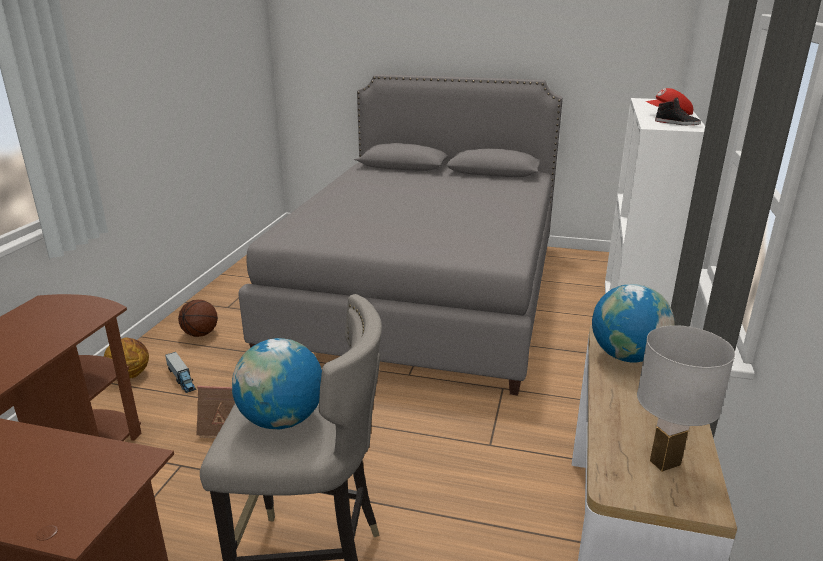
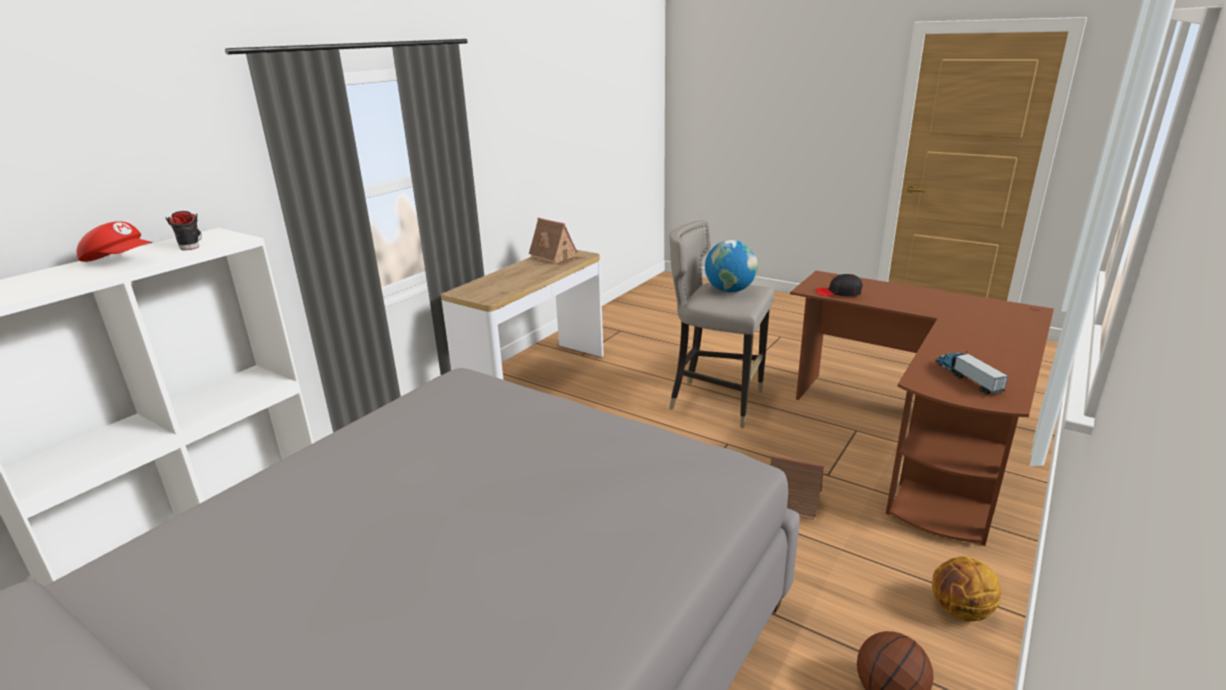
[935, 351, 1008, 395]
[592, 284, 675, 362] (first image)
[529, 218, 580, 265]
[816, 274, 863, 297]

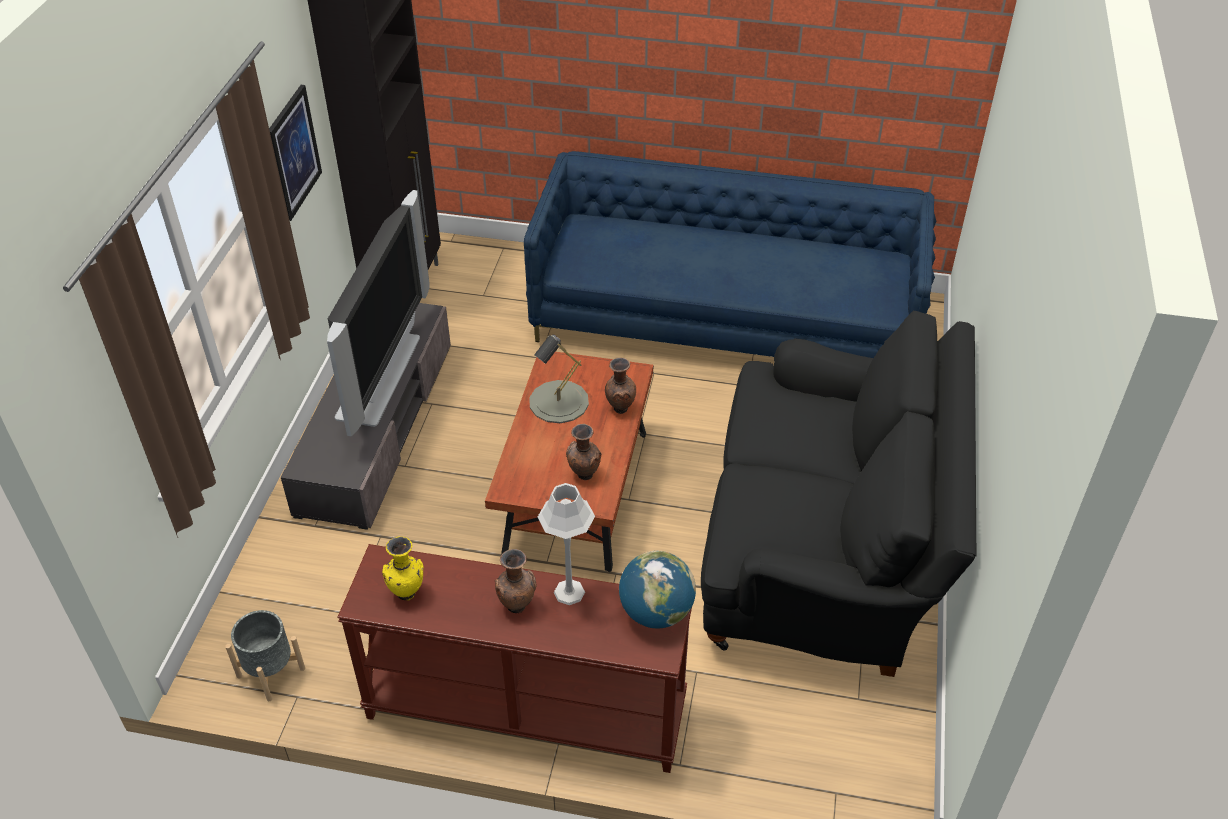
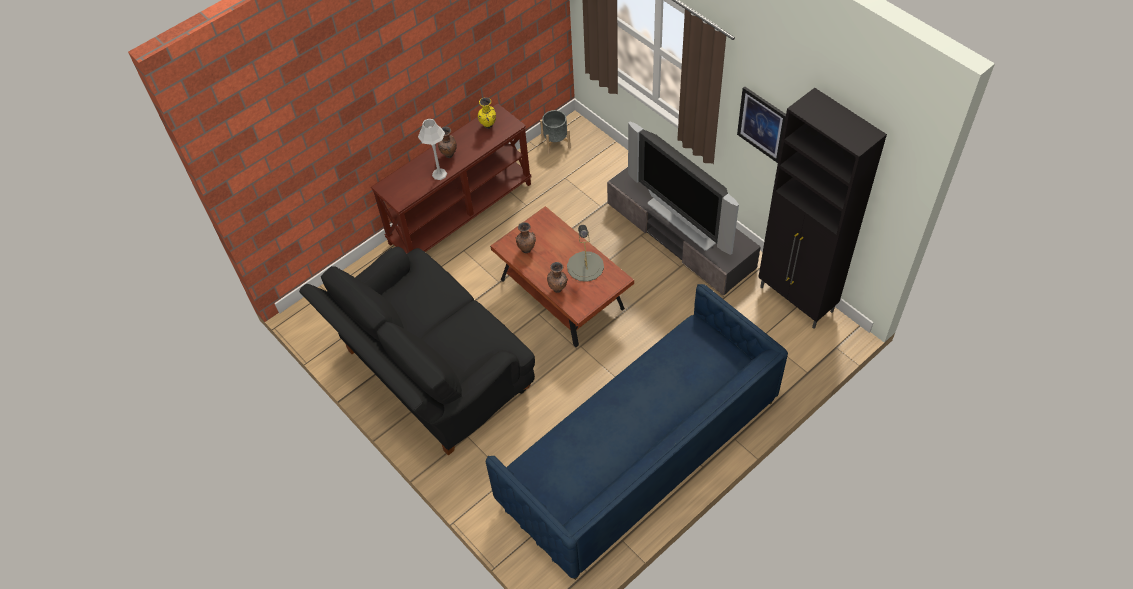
[619, 551, 696, 629] (first image)

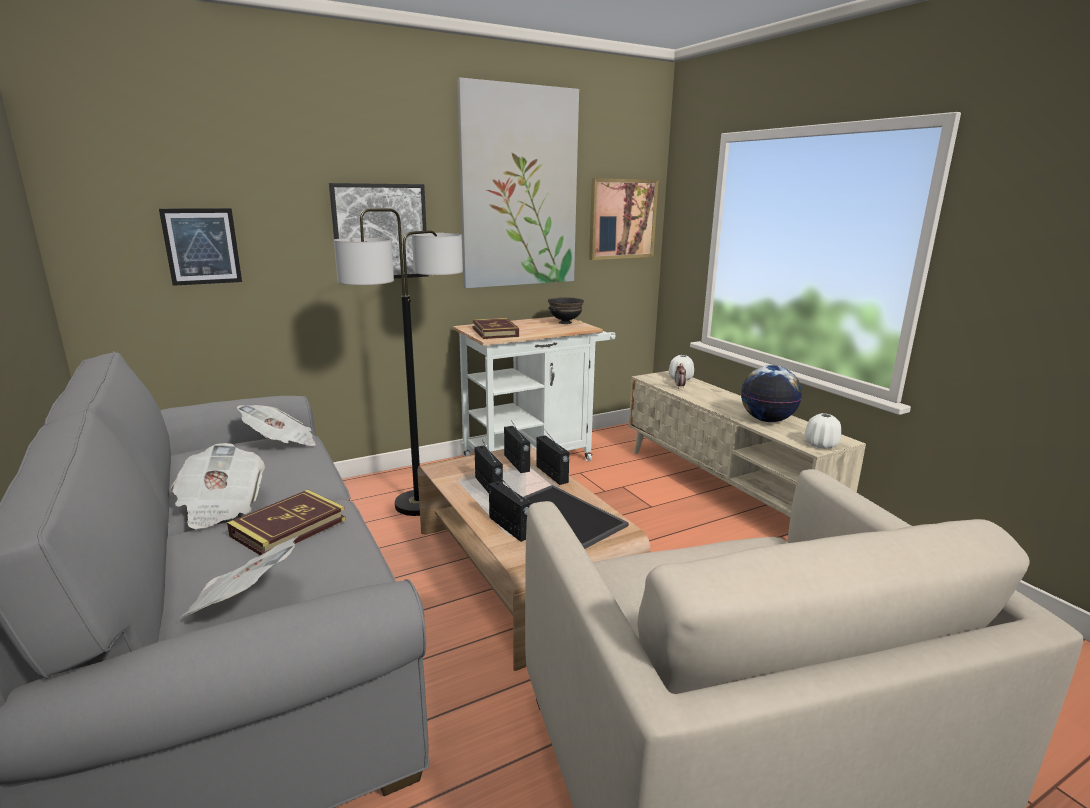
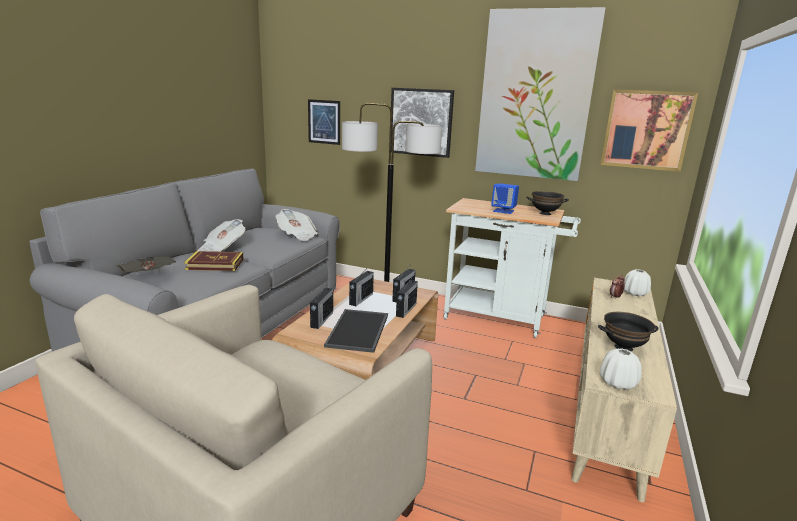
[472, 318, 519, 339] (first image)
[598, 312, 658, 351]
[491, 183, 519, 214]

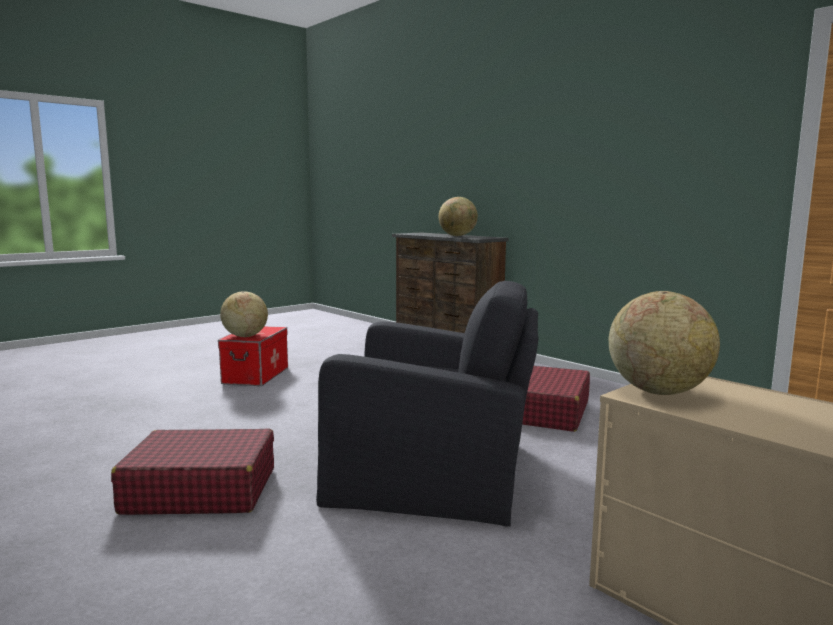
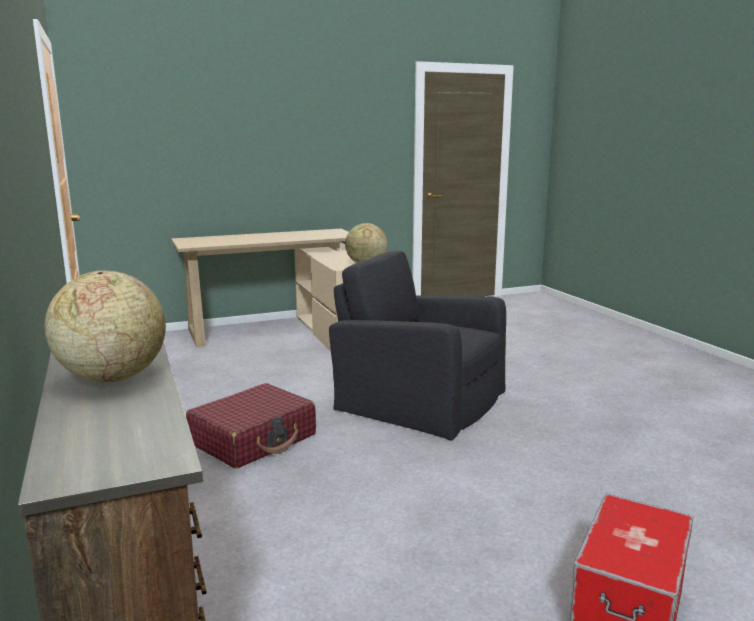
[111, 428, 274, 515] (first image)
[220, 291, 268, 337] (first image)

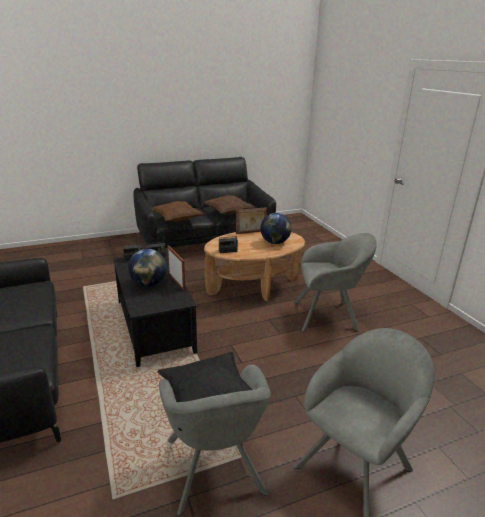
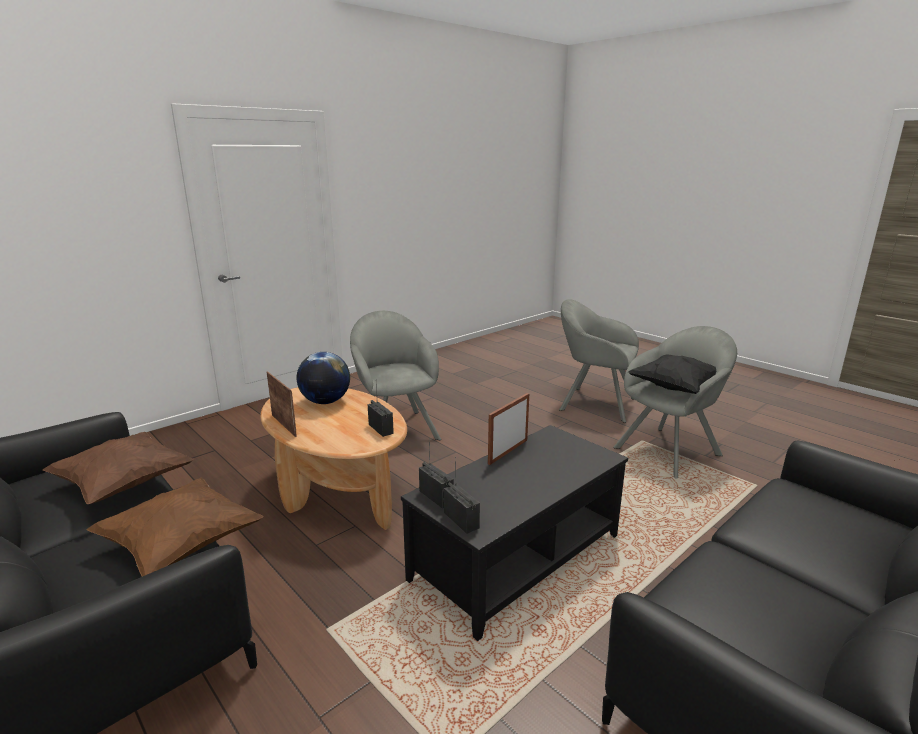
[128, 249, 167, 287] (first image)

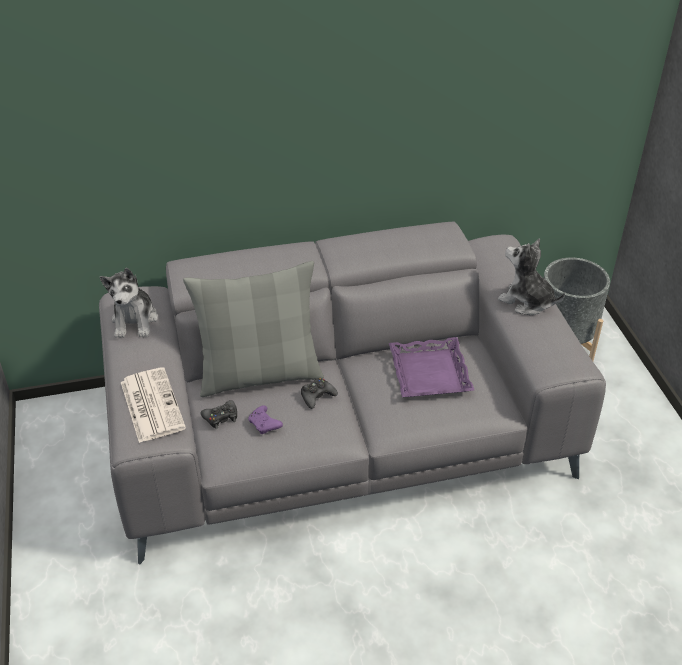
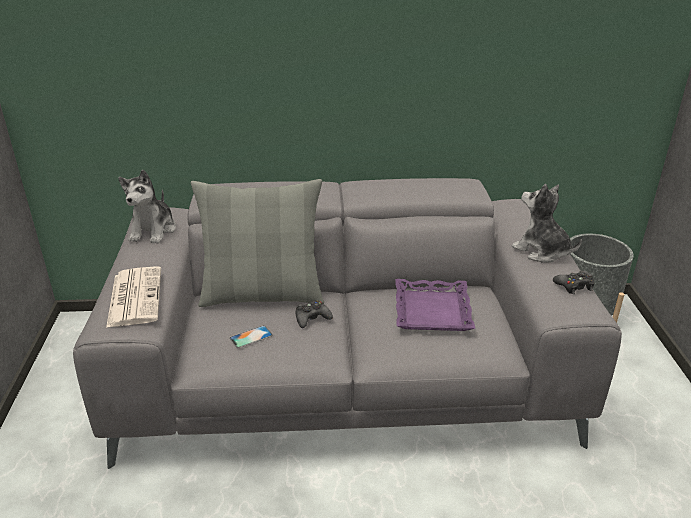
[553, 271, 594, 294]
[230, 325, 273, 348]

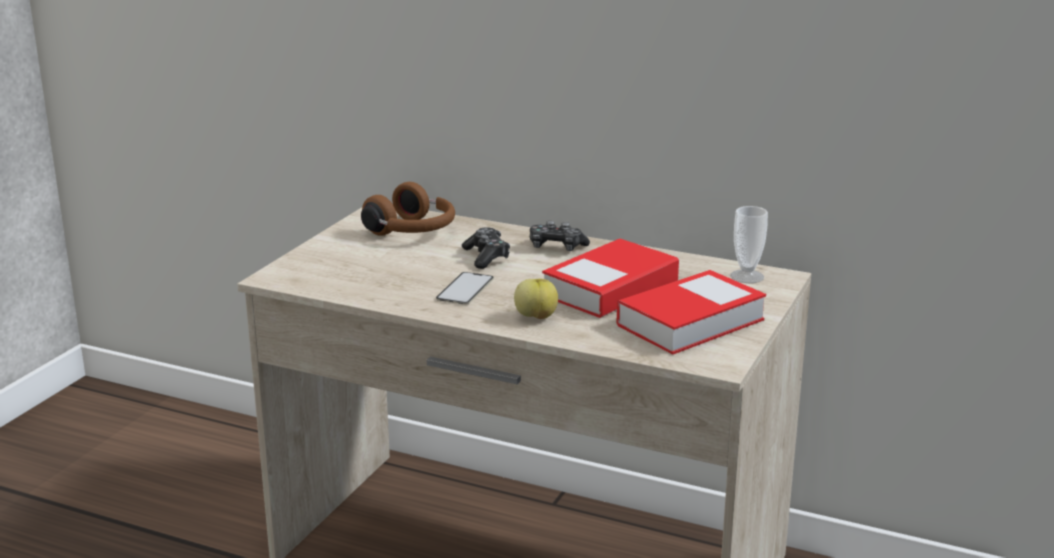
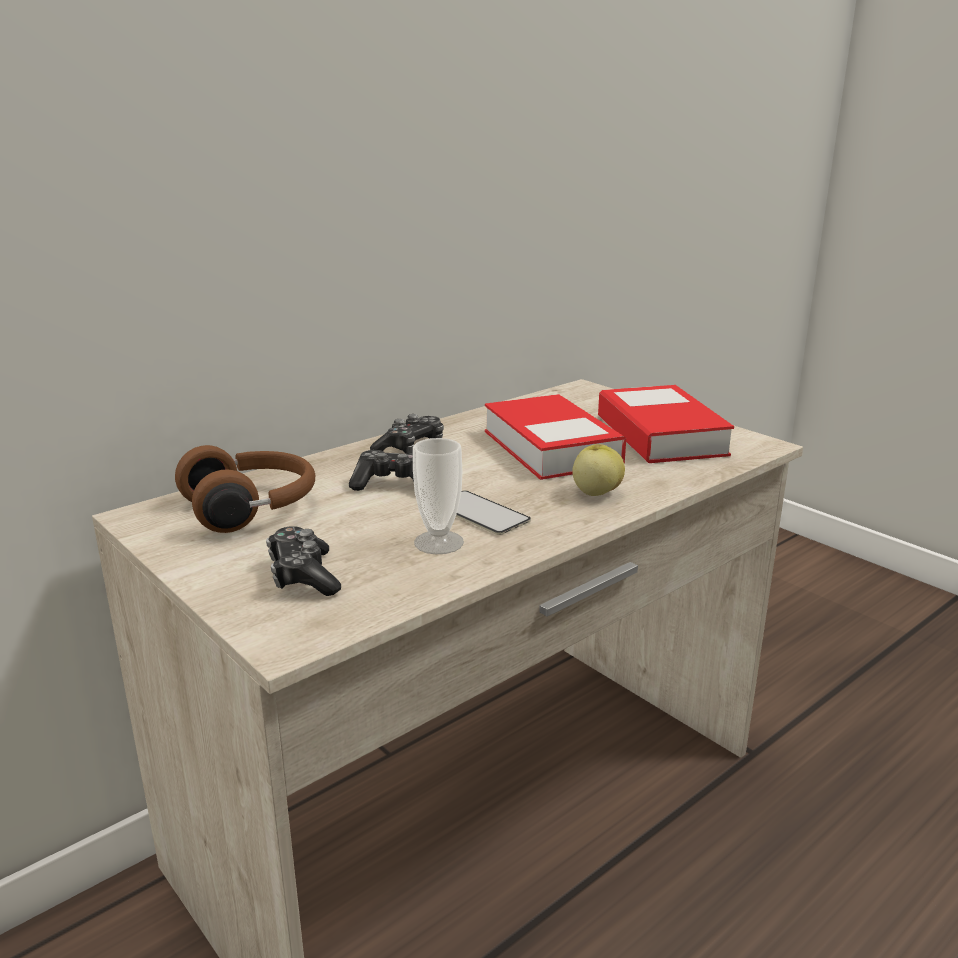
[413, 438, 464, 554]
[266, 526, 341, 596]

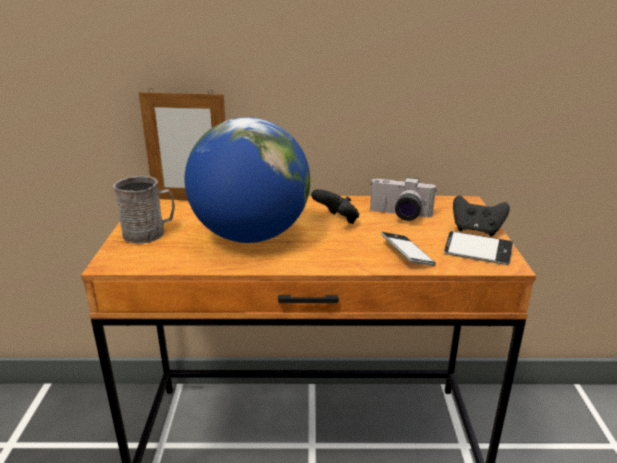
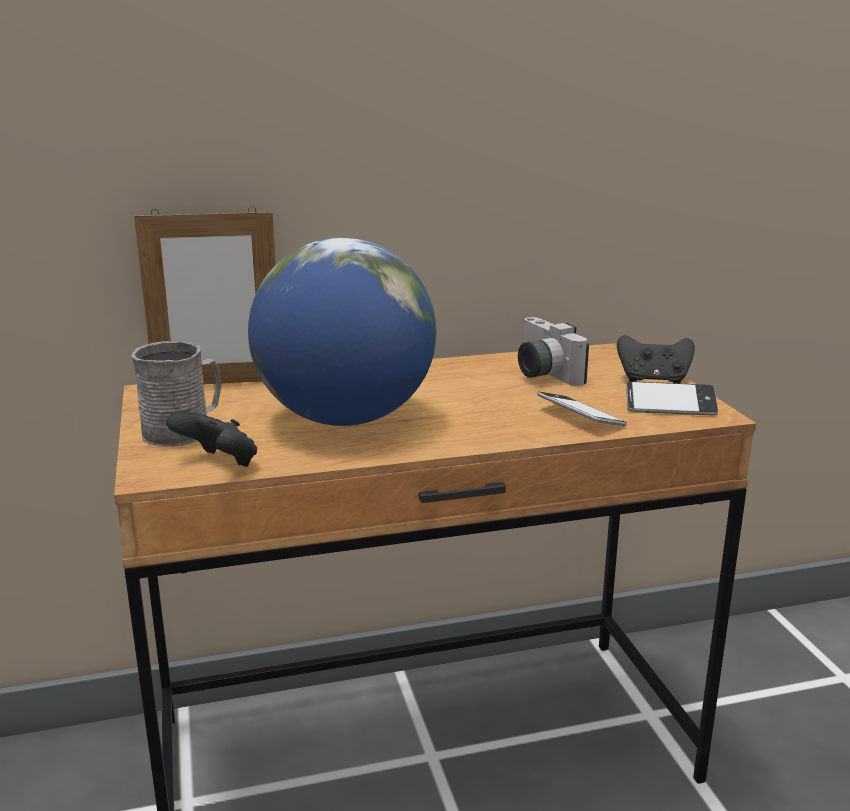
[166, 411, 257, 467]
[518, 317, 589, 386]

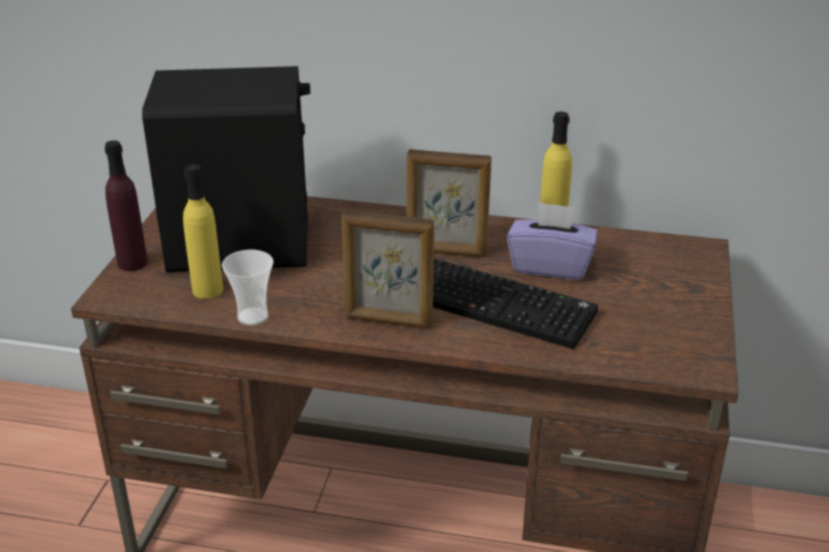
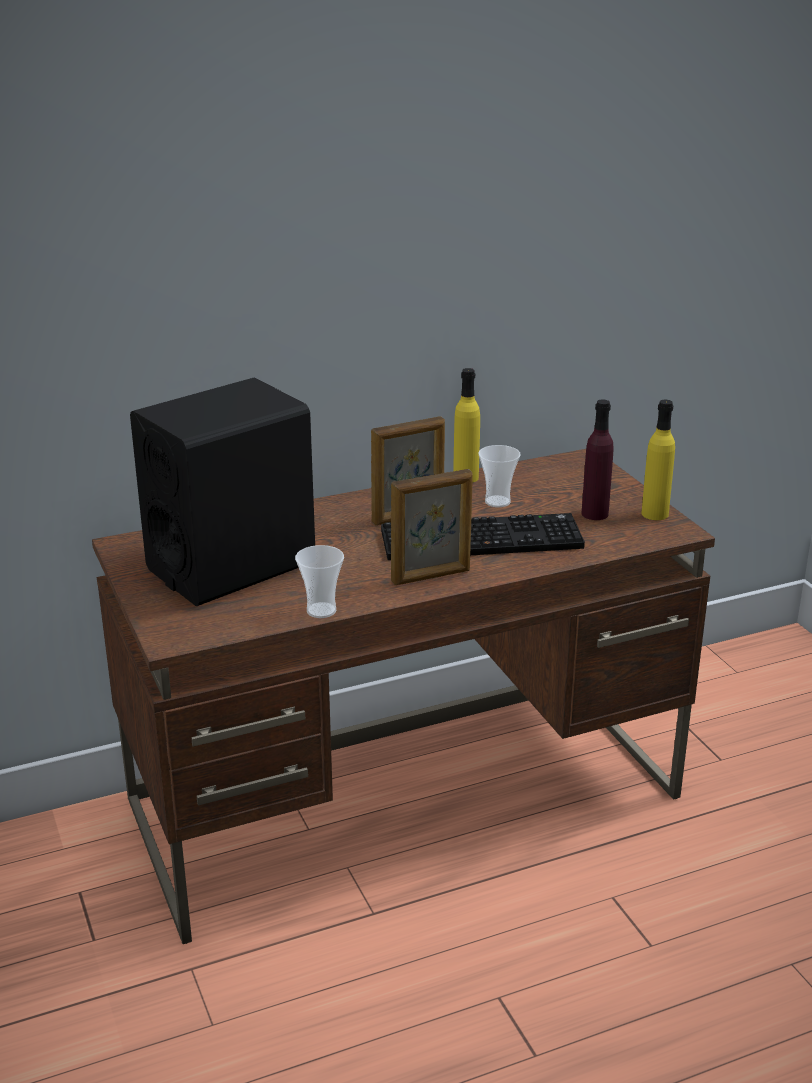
[581, 399, 614, 520]
[641, 400, 675, 520]
[478, 445, 520, 508]

